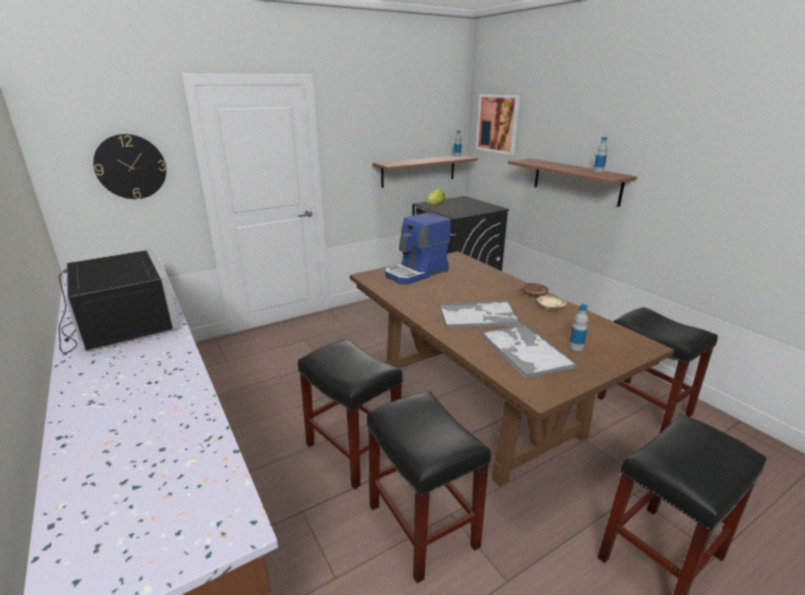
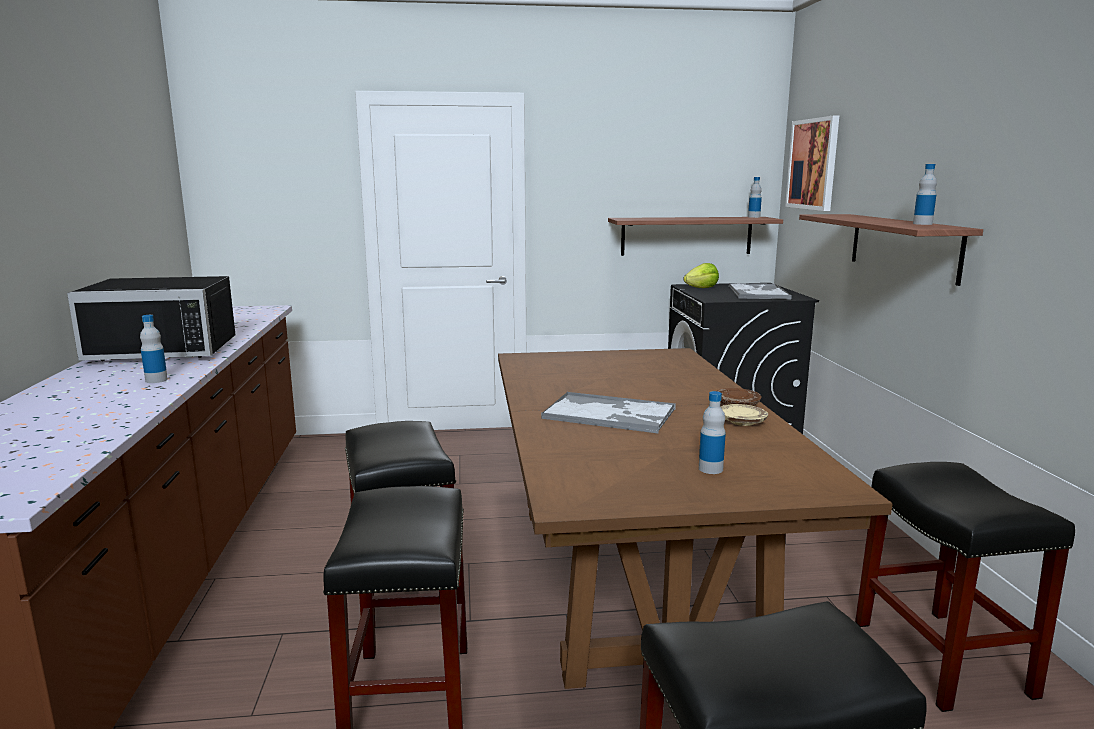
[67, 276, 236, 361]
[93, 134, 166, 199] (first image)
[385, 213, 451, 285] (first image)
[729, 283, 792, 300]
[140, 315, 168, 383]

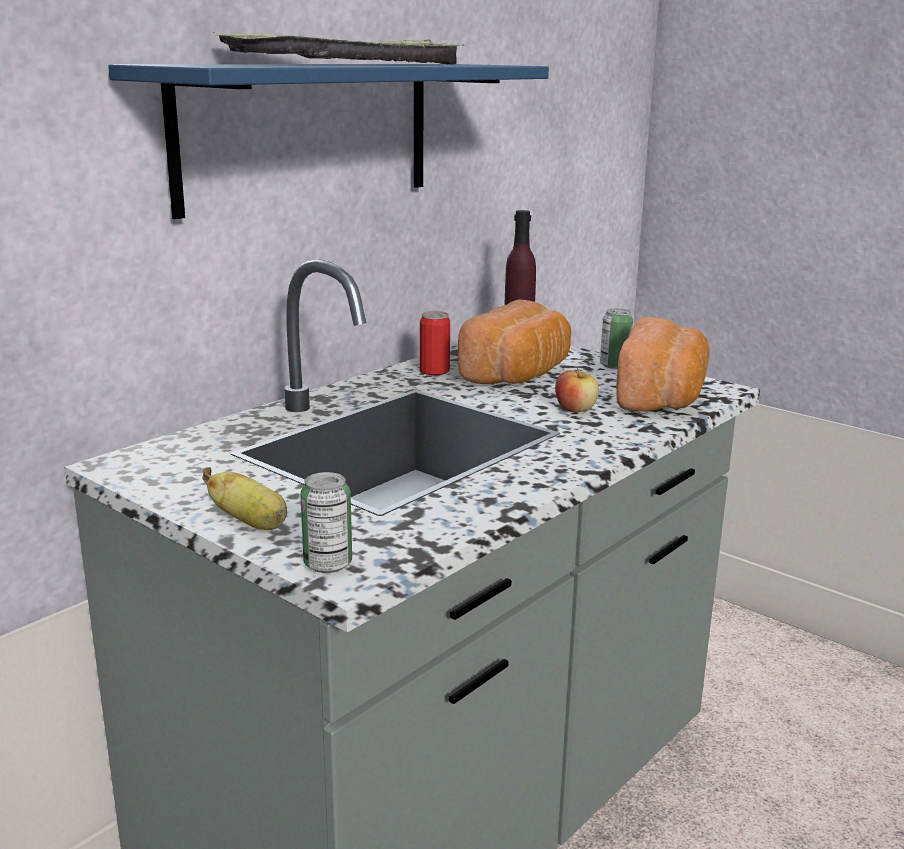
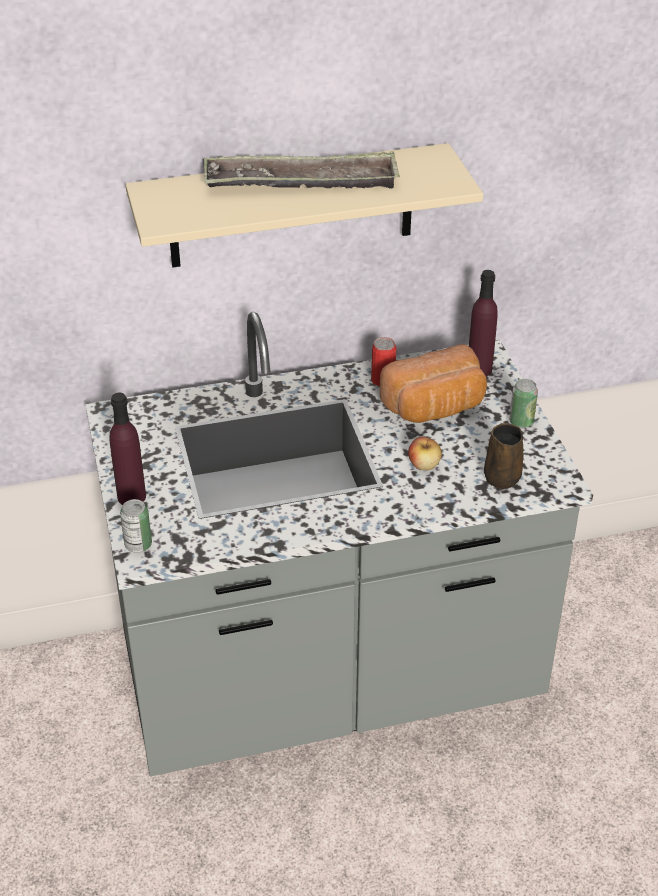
[125, 143, 483, 268]
[109, 393, 146, 505]
[484, 423, 523, 489]

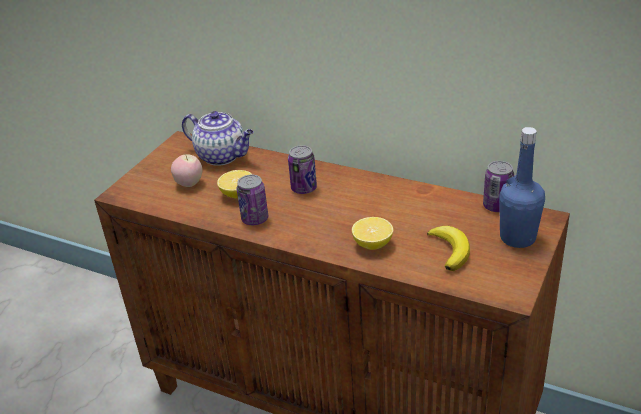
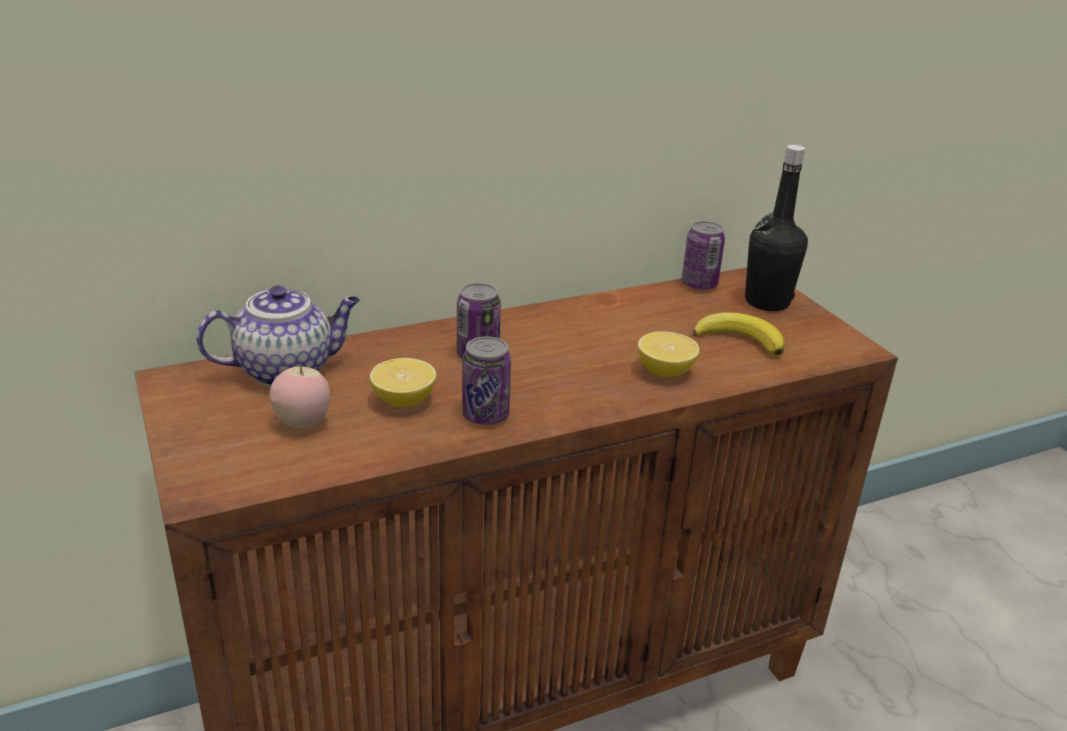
[745, 145, 808, 311]

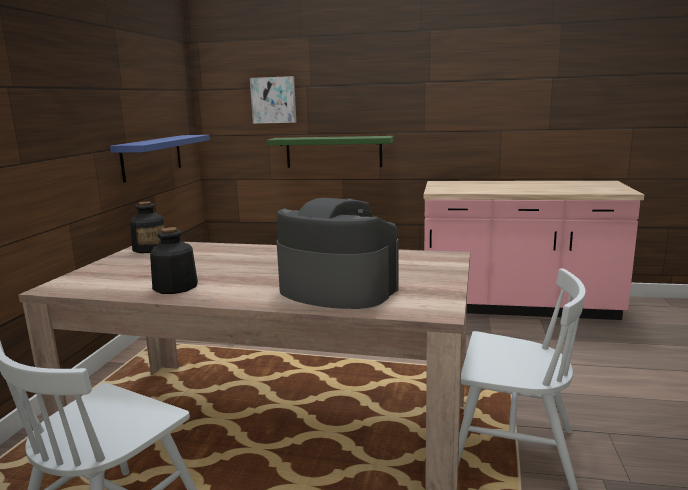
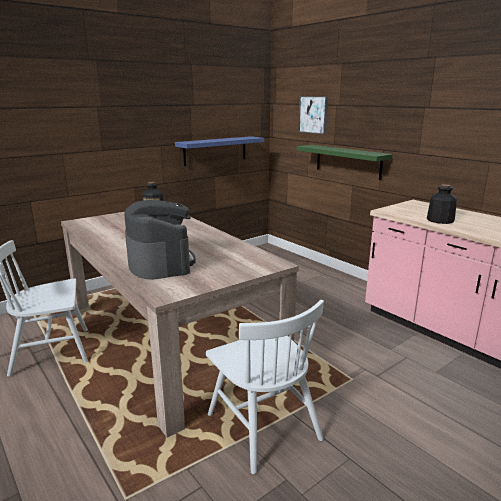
[427, 184, 457, 224]

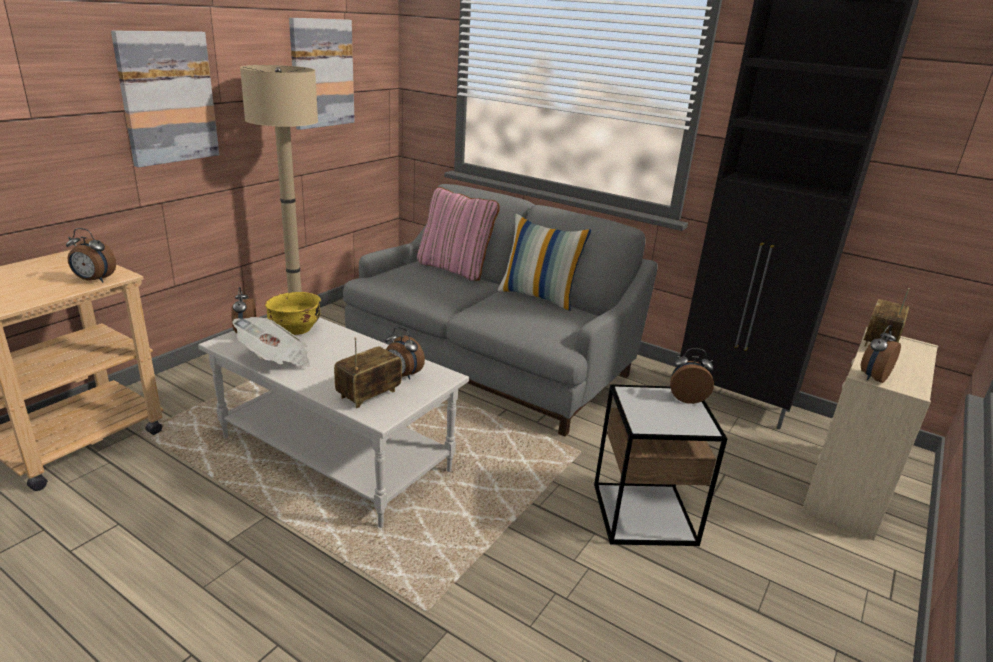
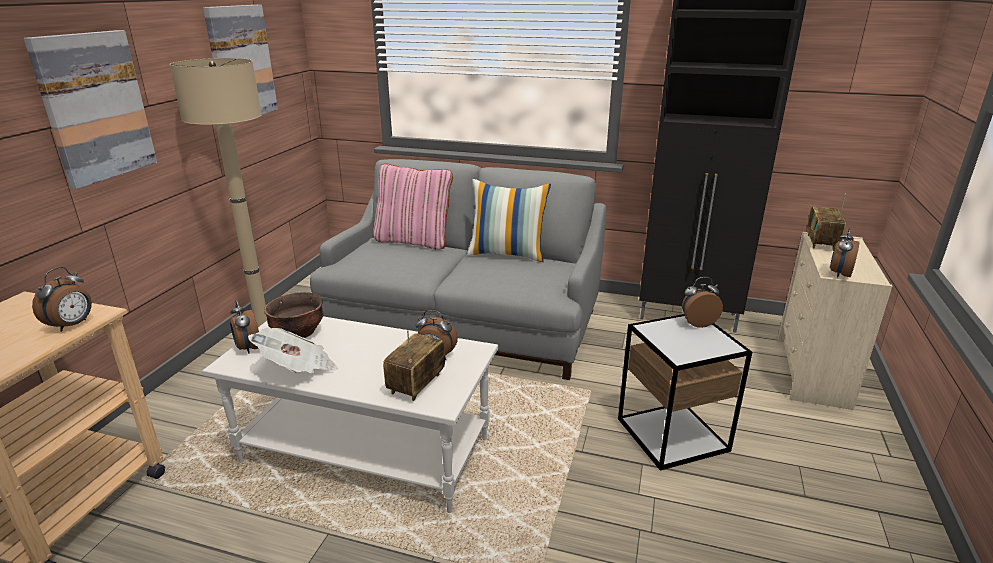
[32, 267, 92, 332]
[264, 292, 324, 338]

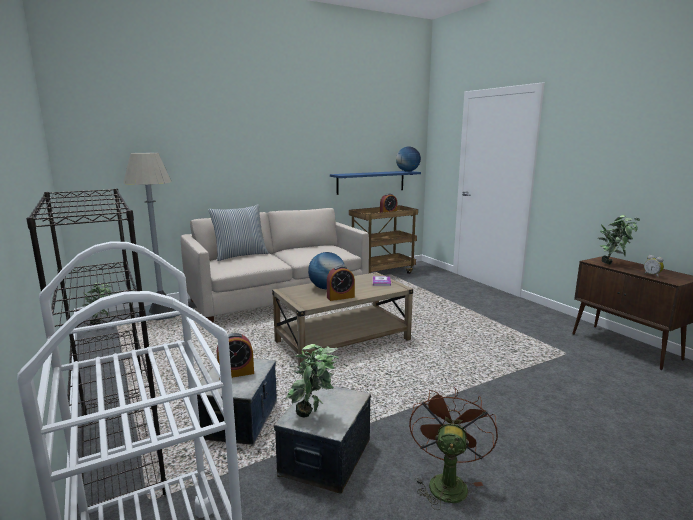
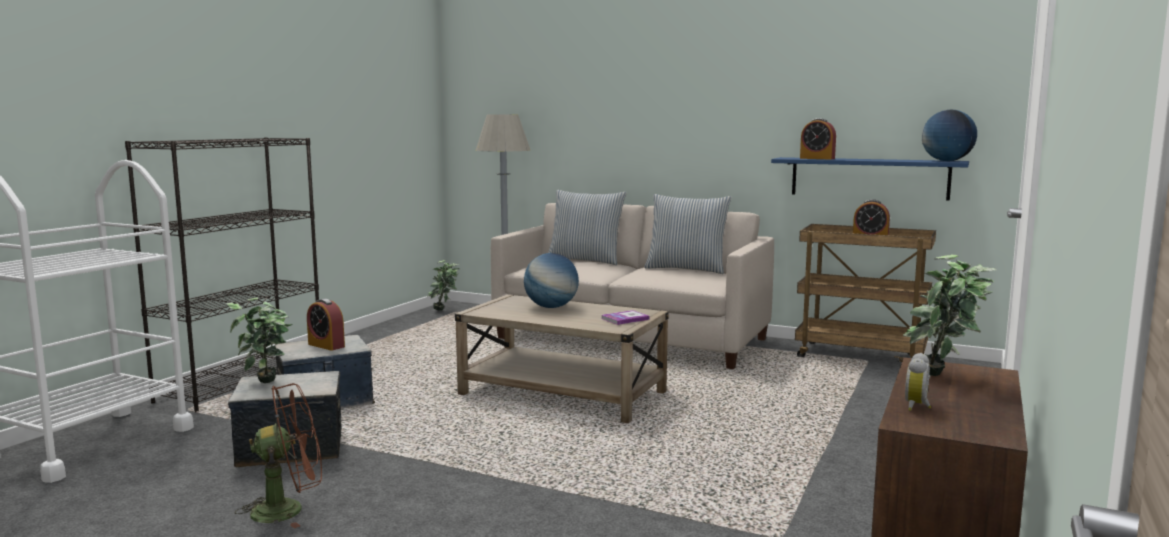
[800, 118, 836, 160]
[644, 194, 732, 274]

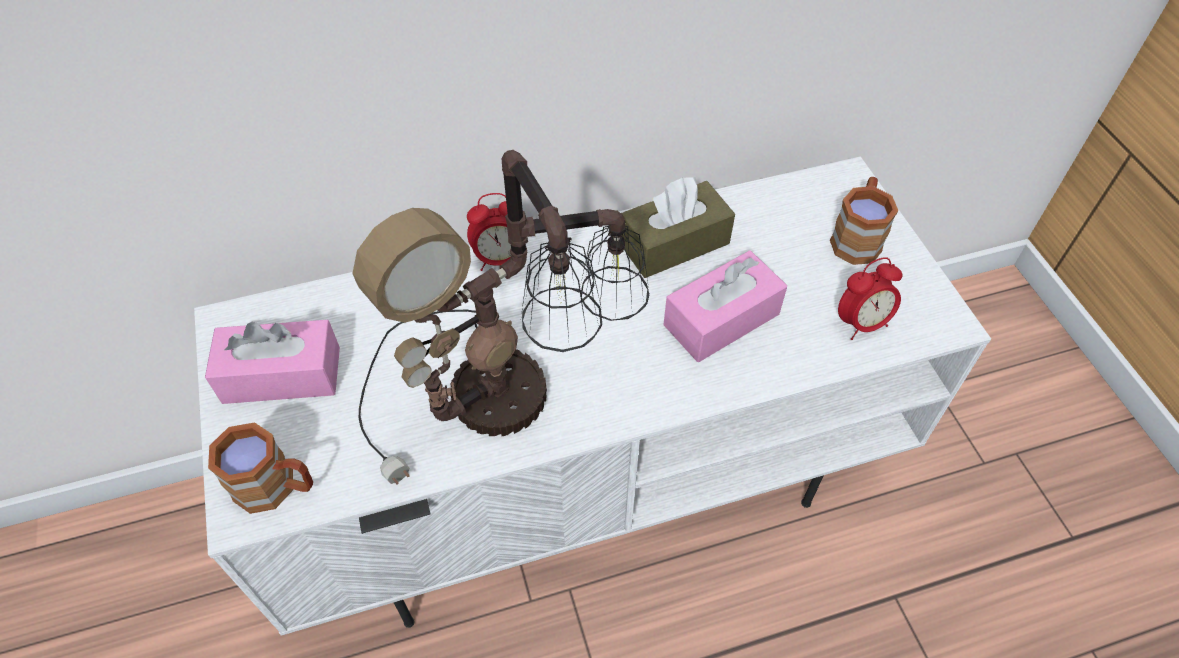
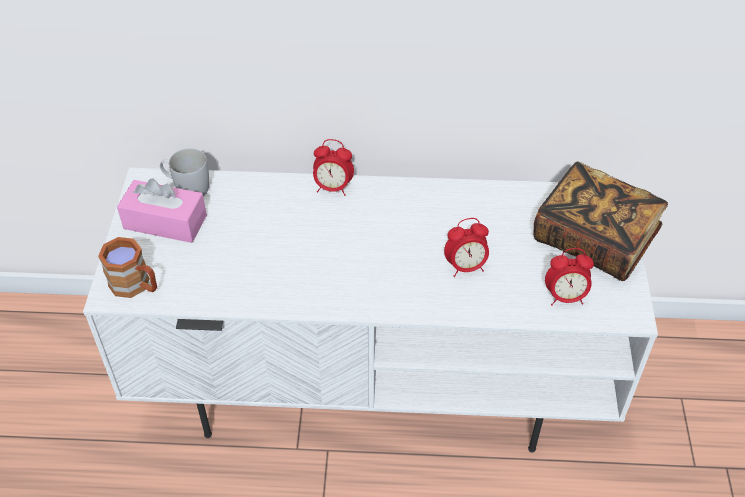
[352, 150, 649, 484] (first image)
[621, 177, 735, 278] (first image)
[444, 218, 489, 277]
[533, 161, 668, 281]
[160, 148, 209, 196]

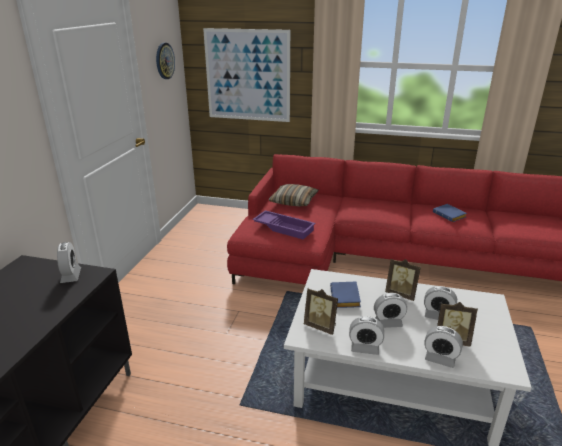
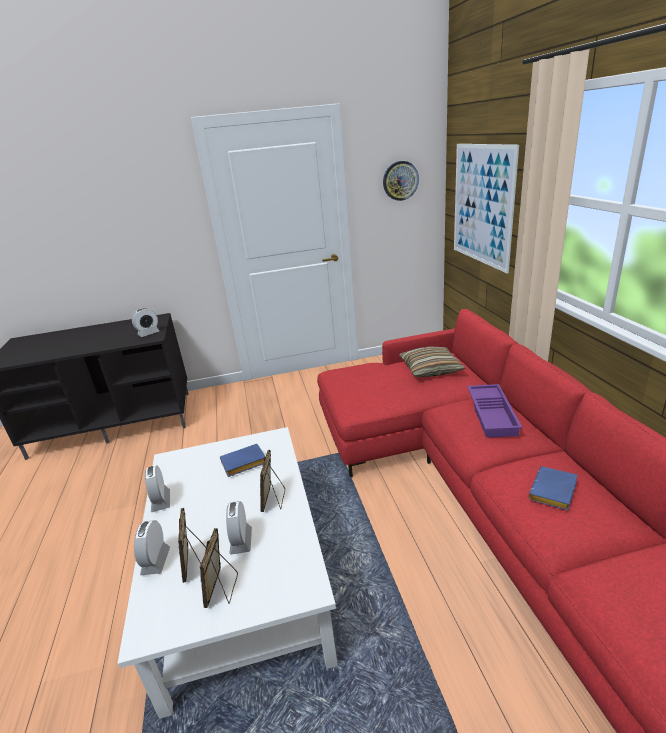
[467, 384, 522, 438]
[200, 528, 238, 608]
[374, 293, 407, 328] (first image)

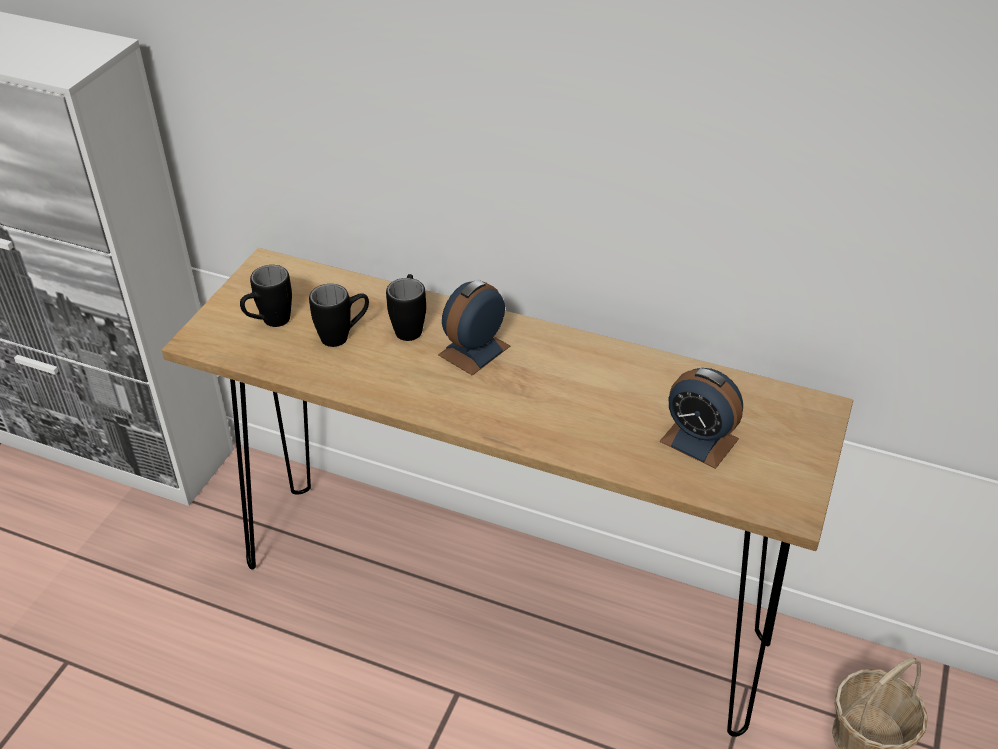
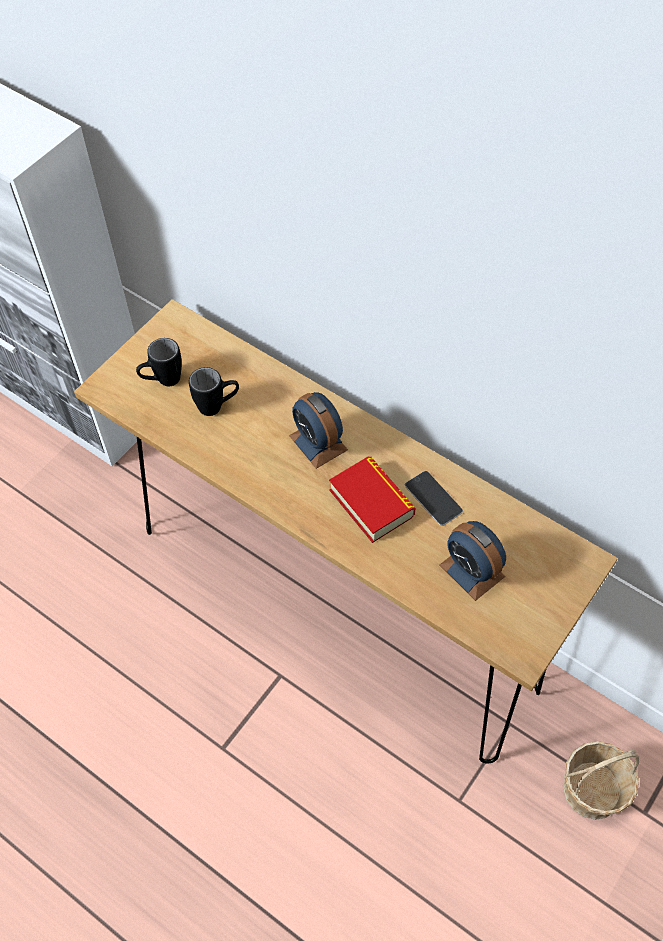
[386, 274, 426, 341] (first image)
[289, 392, 348, 469]
[329, 457, 416, 543]
[405, 471, 463, 526]

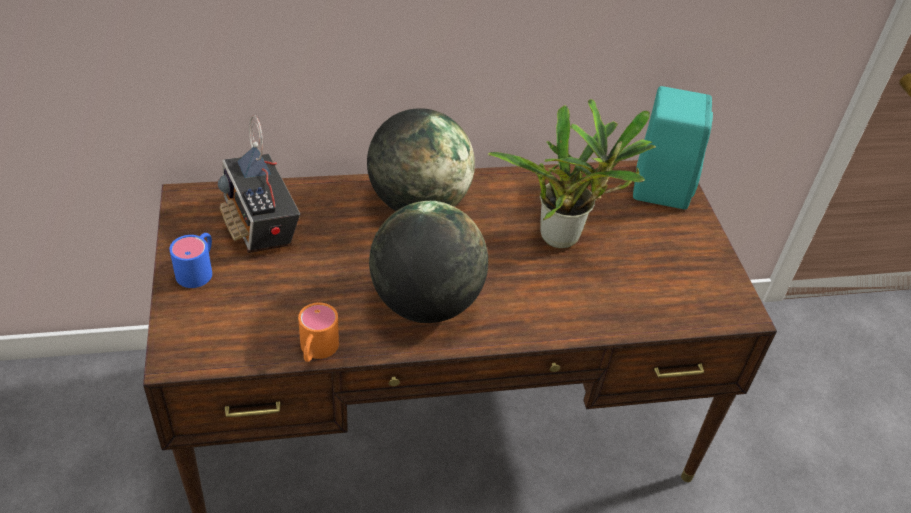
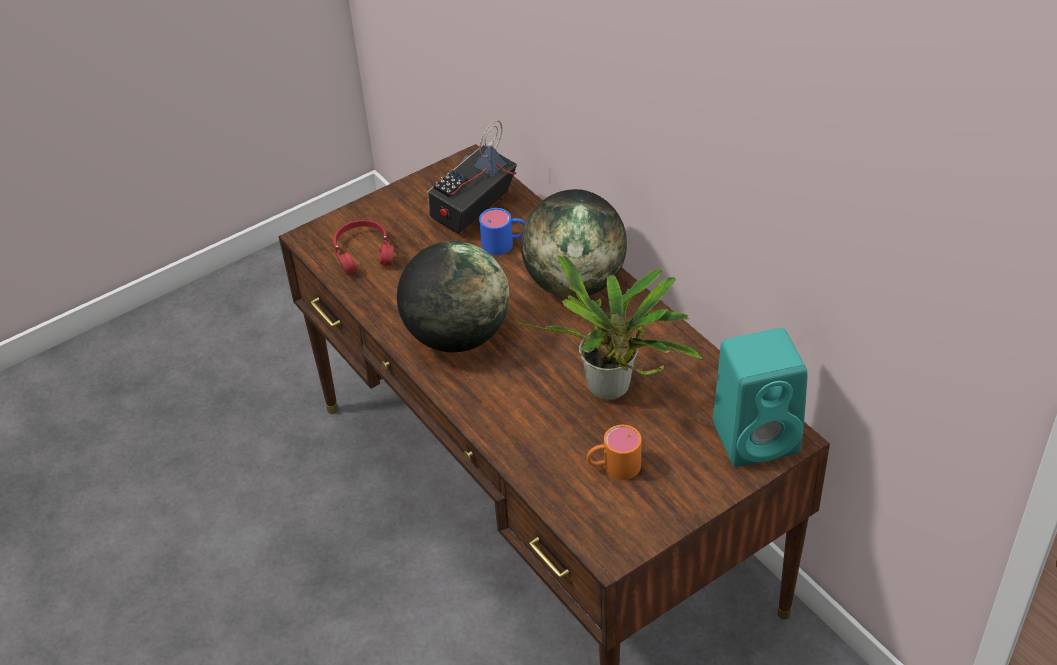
[479, 208, 525, 255]
[586, 425, 642, 480]
[333, 220, 394, 275]

